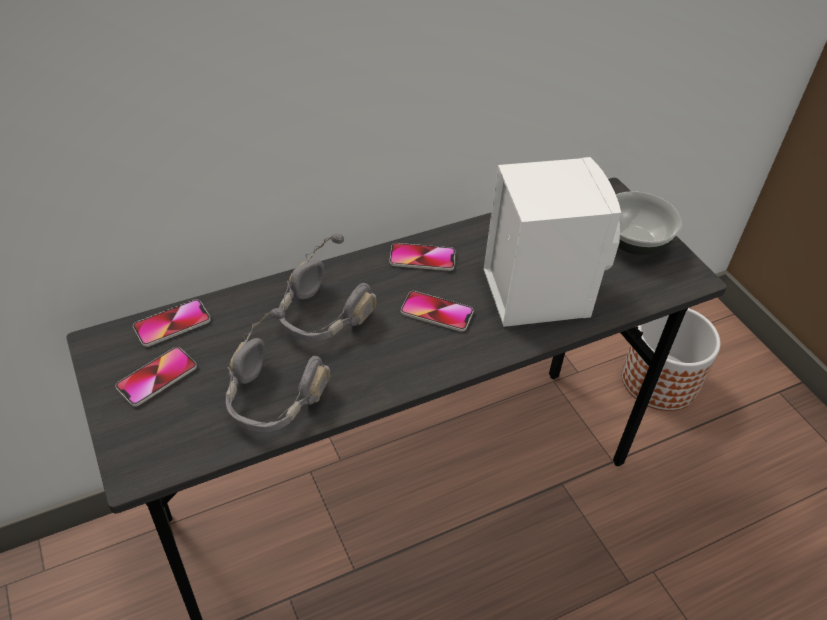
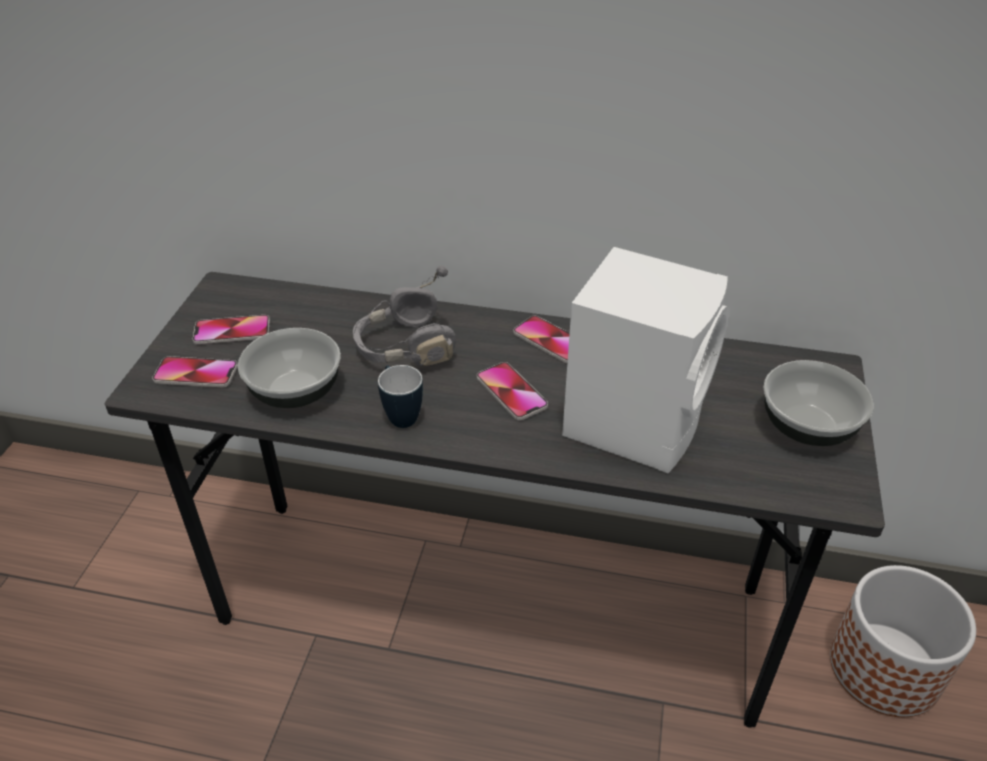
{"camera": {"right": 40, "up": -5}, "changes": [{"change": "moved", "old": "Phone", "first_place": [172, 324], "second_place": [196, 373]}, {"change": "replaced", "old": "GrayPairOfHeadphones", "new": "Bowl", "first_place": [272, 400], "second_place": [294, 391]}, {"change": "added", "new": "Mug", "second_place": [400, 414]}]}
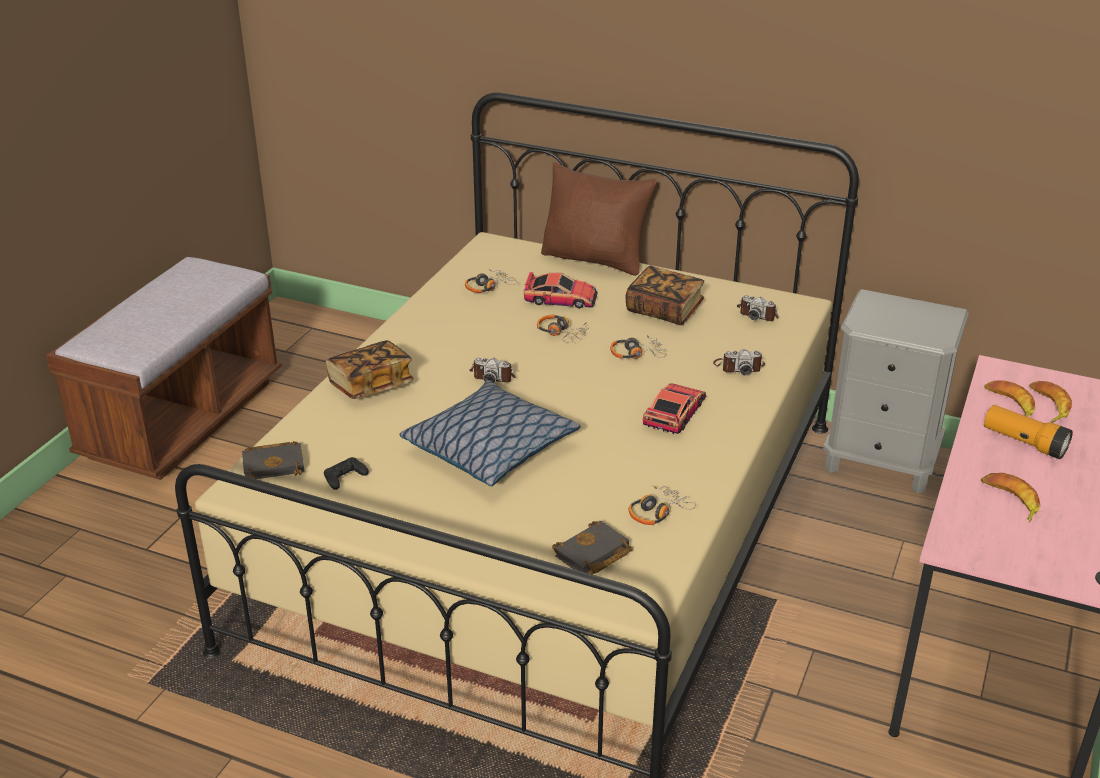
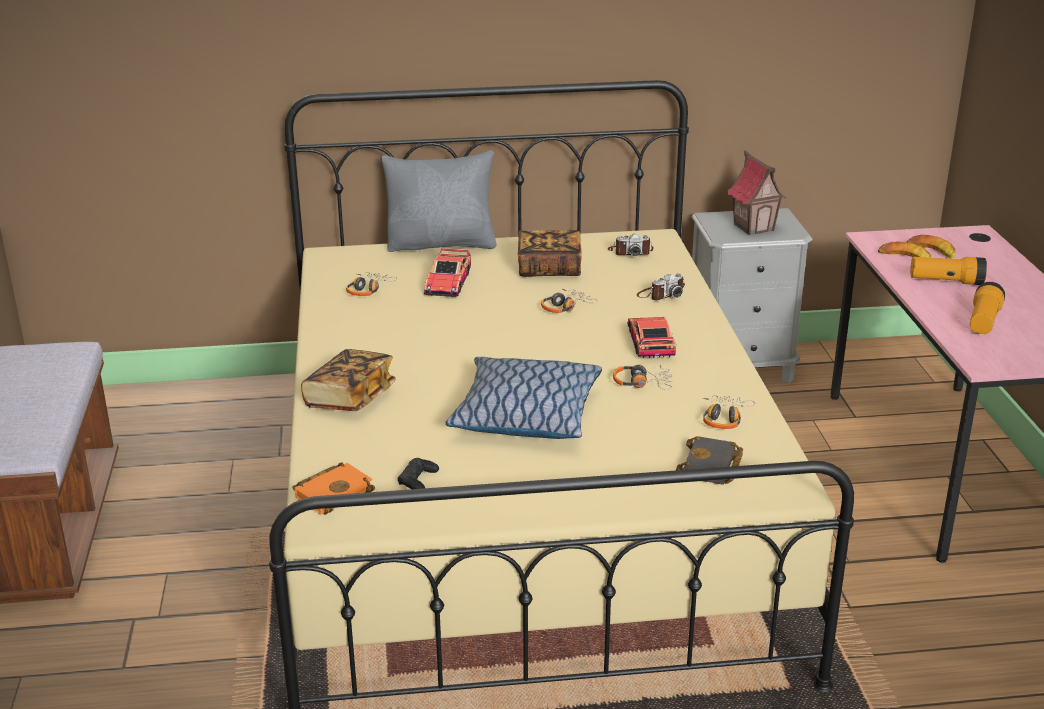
{"camera": {"right": -30, "up": -5}, "changes": [{"change": "recoloured", "old": "BrownThrowPillow", "new": "GrayThrowPillow", "first_place": [595, 259], "second_place": [442, 244]}, {"change": "turned", "old": "MiniatureCar", "first_place": [561, 299], "second_place": [448, 282], "degrees": 120}, {"change": "moved", "old": "PairOfHeadphones", "first_place": [561, 333], "second_place": [642, 383]}, {"change": "removed", "old": "StillCamera", "first_place": [493, 375]}, {"change": "recoloured", "old": "BlackishBoundBook", "new": "OrangeyBoundBook", "first_place": [275, 464], "second_place": [334, 492]}, {"change": "replaced", "old": "WholeBanana", "new": "Flashlight", "first_place": [1010, 500], "second_place": [983, 321]}, {"change": "added", "new": "ToyHouse", "second_place": [754, 227]}]}
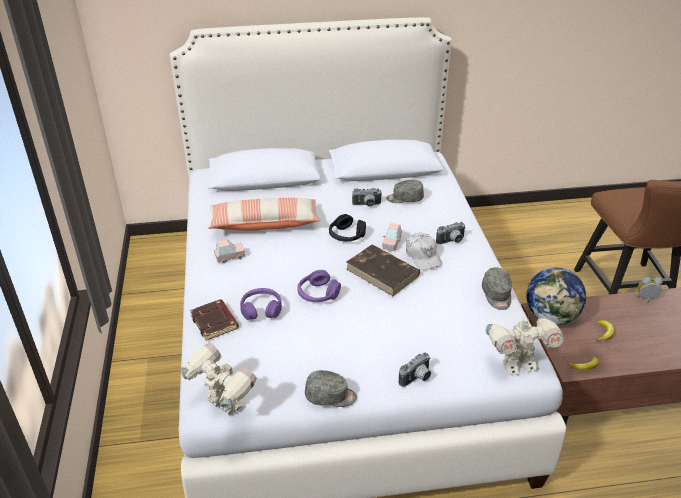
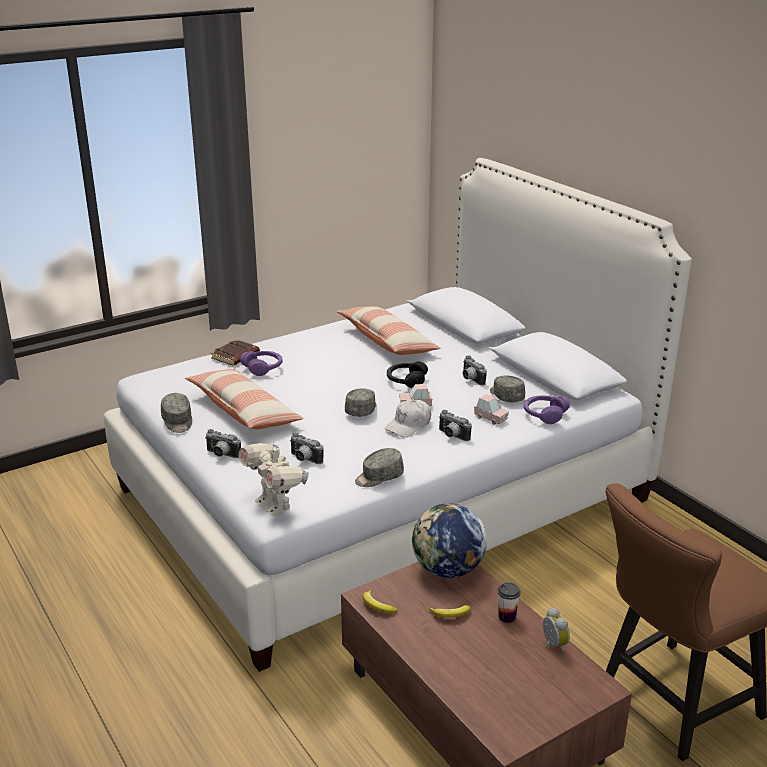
{"camera": {"right": 65, "up": -10}, "changes": [{"change": "moved", "old": "PinkishMiniatureCar", "first_place": [230, 257], "second_place": [490, 418]}, {"change": "replaced", "old": "BrownBoundBook", "new": "GrayCap", "first_place": [383, 272], "second_place": [362, 409]}, {"change": "moved", "old": "PurpleColouredPairOfHeadphones", "first_place": [317, 294], "second_place": [544, 414]}, {"change": "removed", "old": "ModelRobot", "first_place": [223, 405]}, {"change": "added", "new": "ThrowPillow", "second_place": [244, 411]}, {"change": "added", "new": "StillCamera", "second_place": [304, 459]}, {"change": "added", "new": "SmallCup", "second_place": [507, 617]}]}
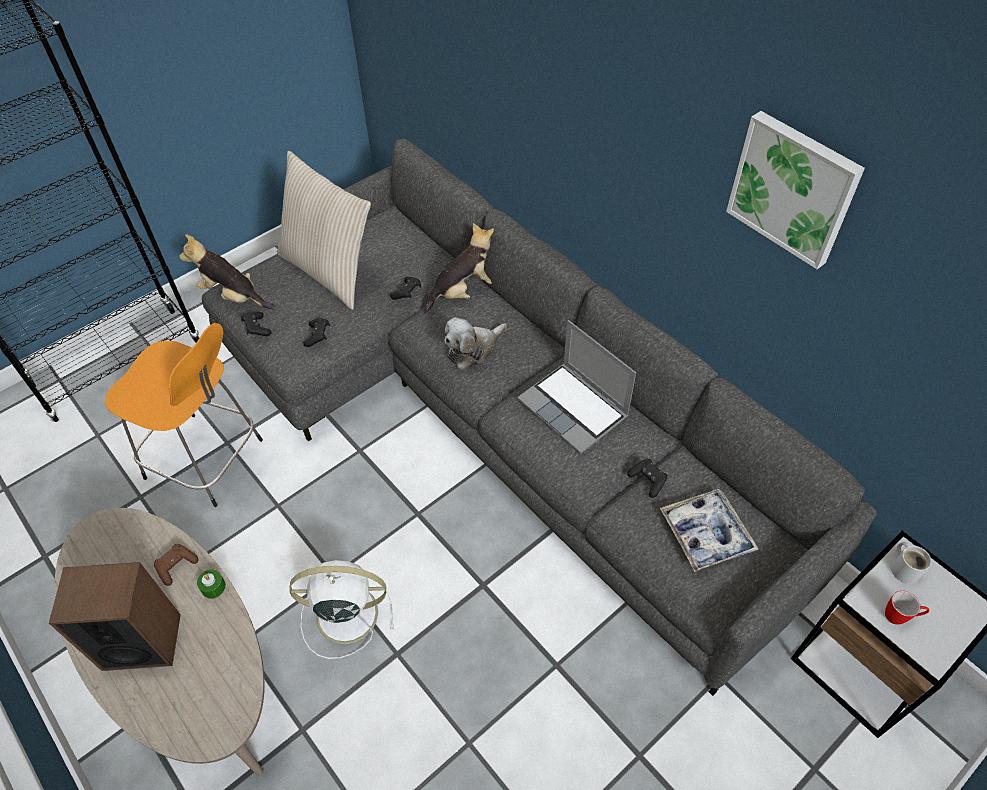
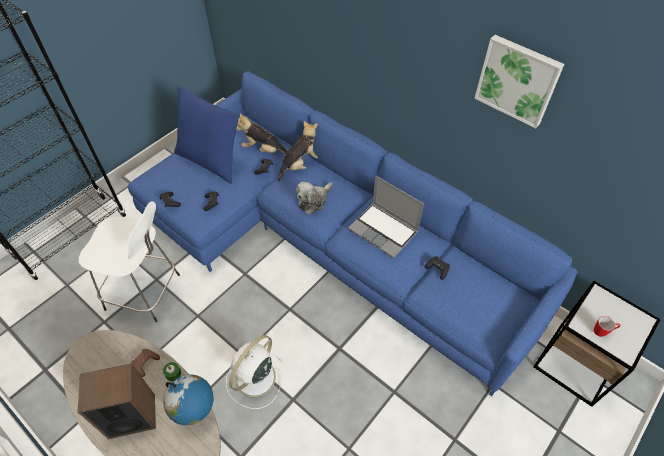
{"camera": {"right": -10, "up": 0}, "changes": [{"change": "recoloured", "old": "GraySettee", "new": "BlueColouredSettee", "first_place": [496, 417], "second_place": [328, 242]}, {"change": "recoloured", "old": "BeigeColouredThrowPillow", "new": "BlueColouredThrowPillow", "first_place": [329, 271], "second_place": [211, 160]}, {"change": "moved", "old": "PlushToy", "first_place": [233, 296], "second_place": [263, 150]}, {"change": "recoloured", "old": "OrangeySittingStool", "new": "WhiteSittingStool", "first_place": [208, 460], "second_place": [145, 292]}, {"change": "removed", "old": "ServingTray", "first_place": [706, 534]}, {"change": "removed", "old": "WhiteMug", "first_place": [904, 568]}, {"change": "turned", "old": "WhiteFan", "first_place": [344, 614], "second_place": [254, 379], "degrees": -45}, {"change": "added", "new": "Globe", "second_place": [195, 411]}]}
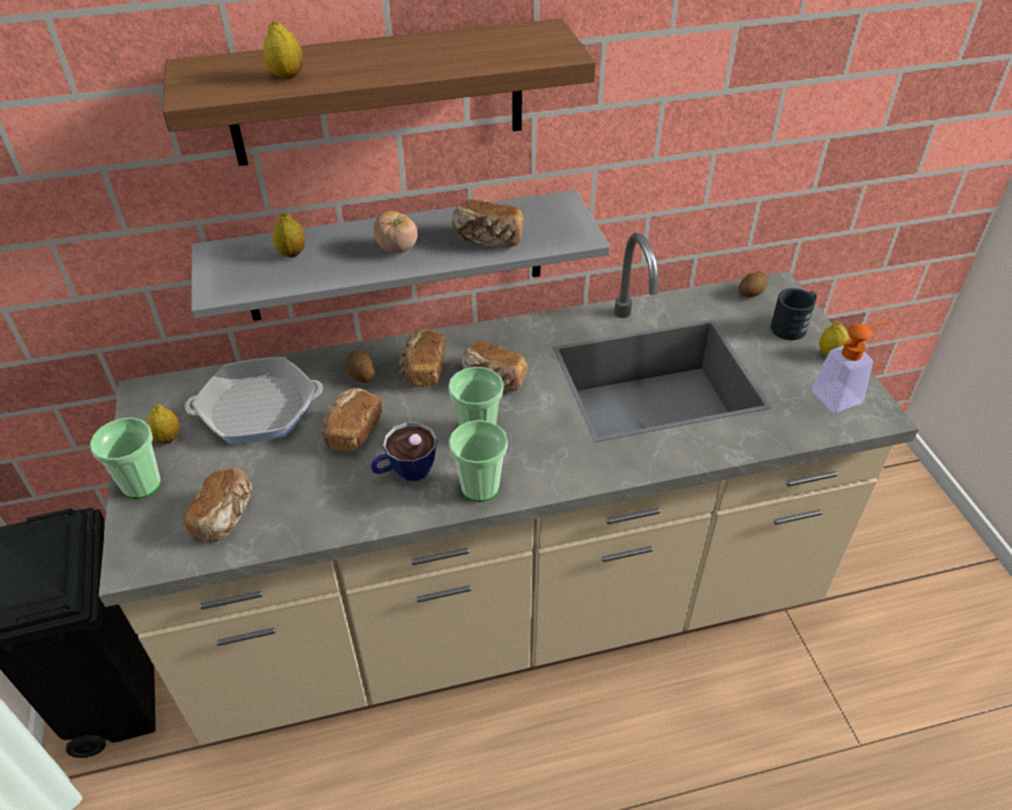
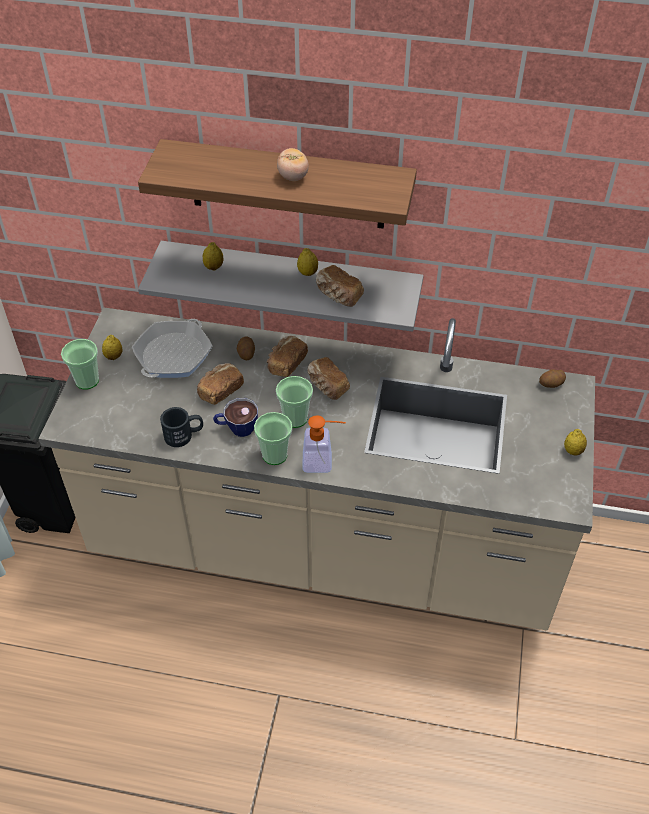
{"camera": {"right": 25, "up": 5}, "changes": [{"change": "moved", "old": "Lemon", "first_place": [287, 76], "second_place": [307, 273]}, {"change": "moved", "old": "WholeTomato", "first_place": [397, 248], "second_place": [293, 177]}, {"change": "moved", "old": "BlackishMug", "first_place": [793, 325], "second_place": [184, 435]}, {"change": "moved", "old": "SoapBottle", "first_place": [843, 395], "second_place": [323, 462]}, {"change": "turned", "old": "Pan", "first_place": [258, 408], "second_place": [173, 355], "degrees": -75}, {"change": "removed", "old": "BakedBread", "first_place": [226, 516]}]}
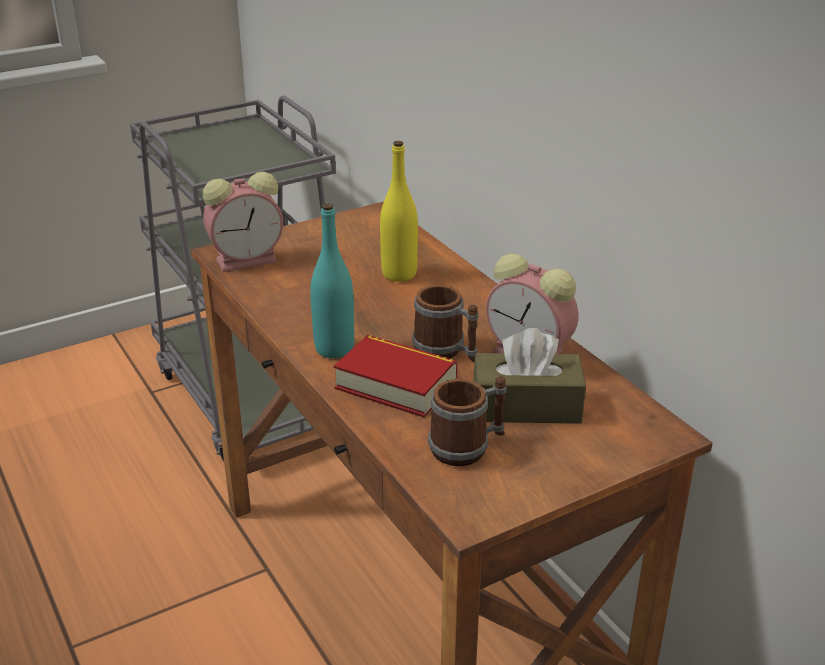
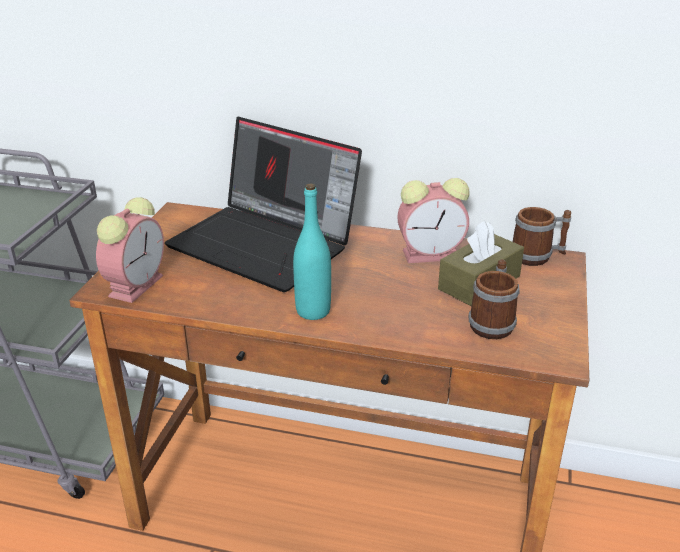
{"camera": {"right": -45, "up": 0}, "changes": [{"change": "replaced", "old": "YellowColouredBottle", "new": "Laptop", "first_place": [399, 274], "second_place": [267, 244]}, {"change": "moved", "old": "Mug", "first_place": [446, 351], "second_place": [538, 256]}, {"change": "removed", "old": "BoundBook", "first_place": [396, 384]}]}
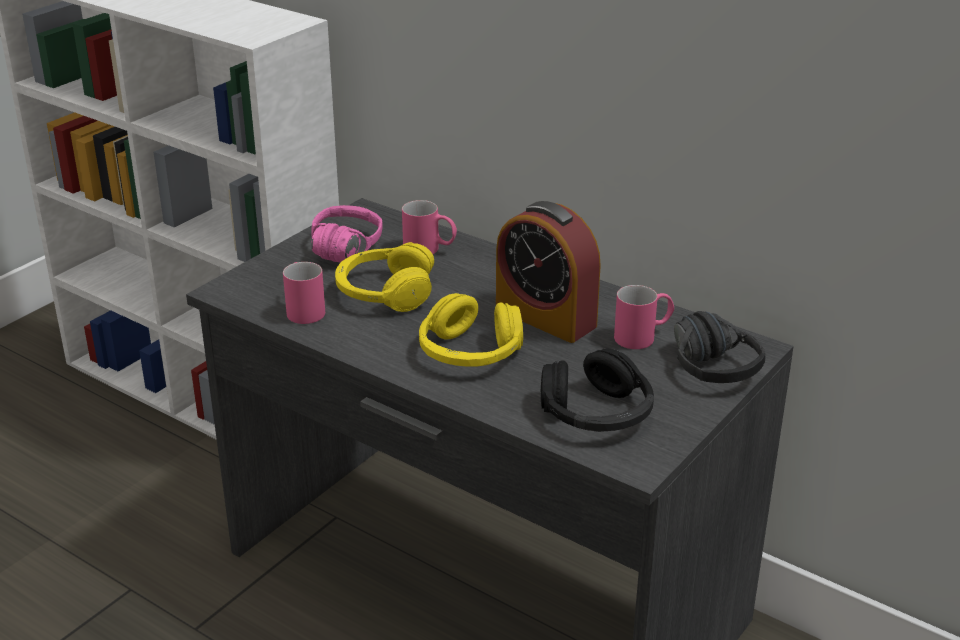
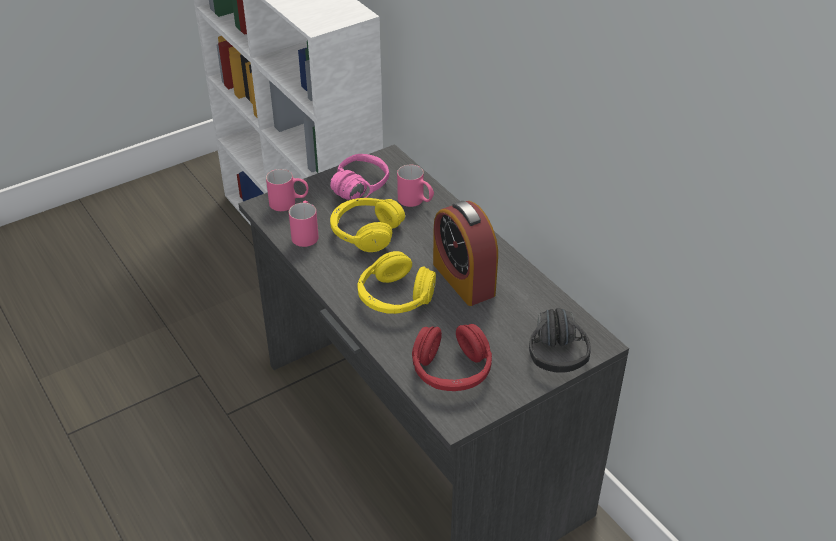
{"camera": {"right": 20, "up": 10}, "changes": [{"change": "moved", "old": "PinkishMug", "first_place": [643, 336], "second_place": [289, 203]}, {"change": "recoloured", "old": "BlackishPairOfHeadphones", "new": "RedColouredPairOfHeadphones", "first_place": [596, 414], "second_place": [451, 370]}]}
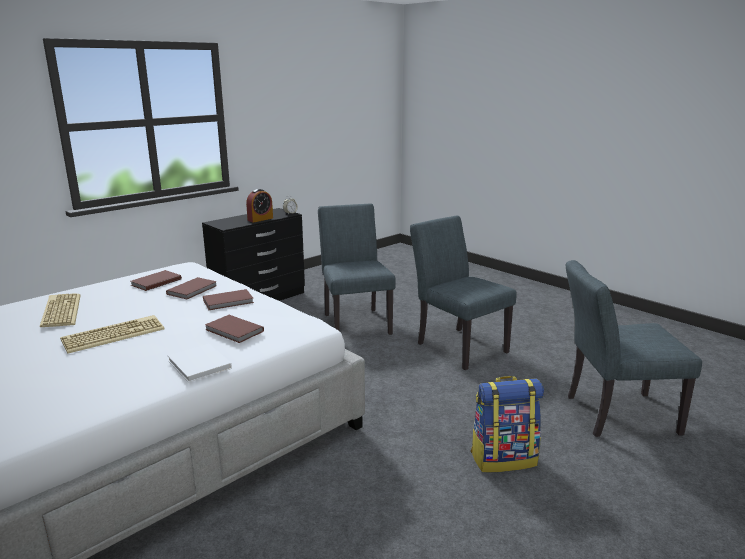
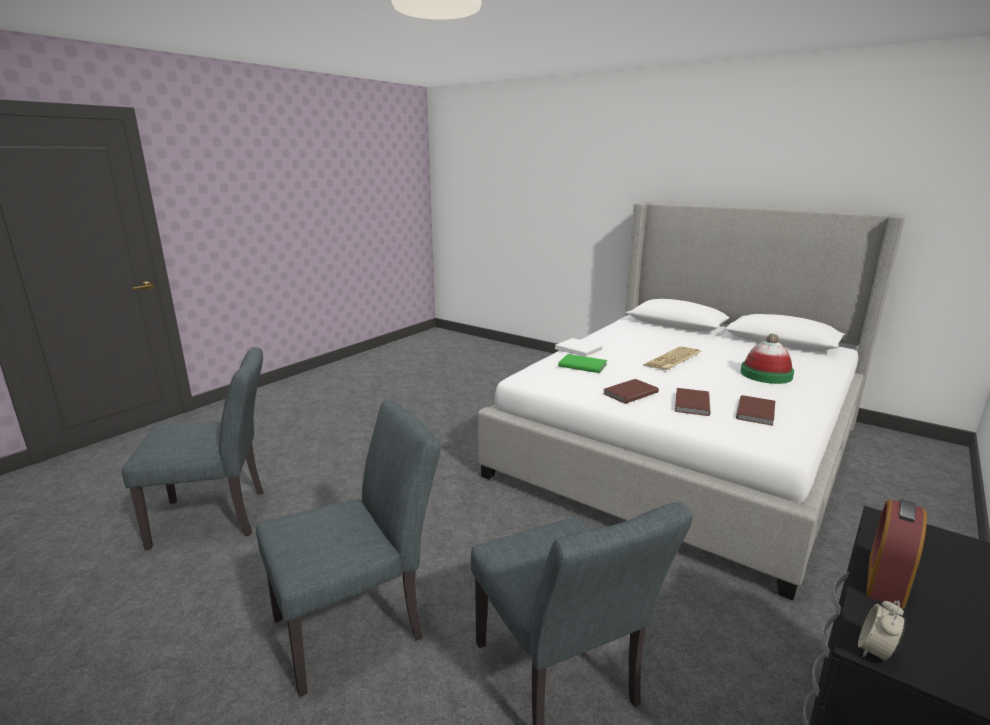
{"camera": {"right": 170, "up": 0}, "changes": [{"change": "turned", "old": "GrayPlainChair", "first_place": [457, 345], "second_place": [360, 624], "degrees": -75}, {"change": "replaced", "old": "PcKeyboard", "new": "ClothingHat", "first_place": [60, 311], "second_place": [766, 374]}, {"change": "recoloured", "old": "BrownBoundBook", "new": "GreenishBoundBook", "first_place": [234, 331], "second_place": [582, 365]}, {"change": "removed", "old": "Rucksack", "first_place": [503, 458]}]}
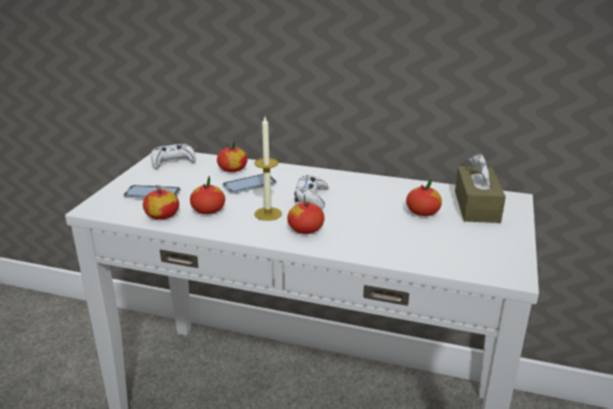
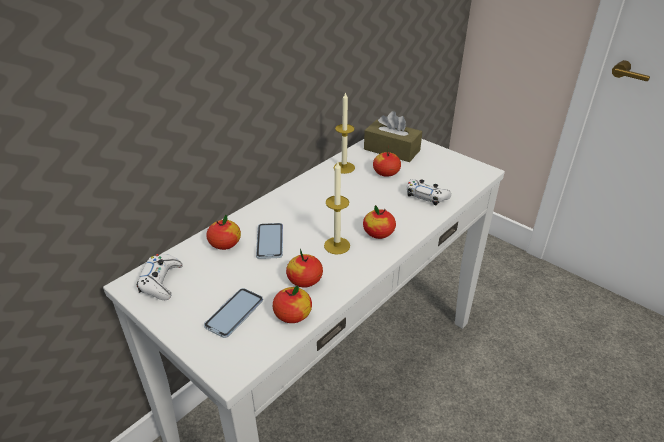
{"camera": {"right": -65, "up": 10}, "changes": [{"change": "moved", "old": "WhiteGameController", "first_place": [311, 198], "second_place": [426, 196]}, {"change": "added", "new": "WaxLight", "second_place": [344, 167]}]}
